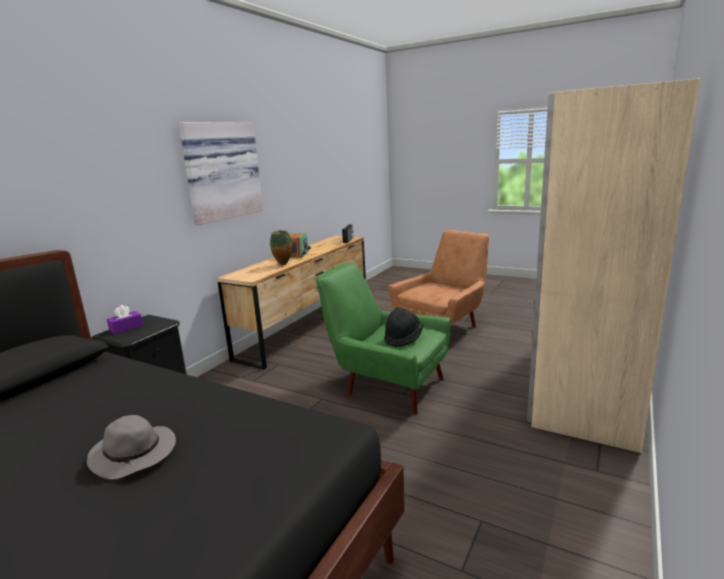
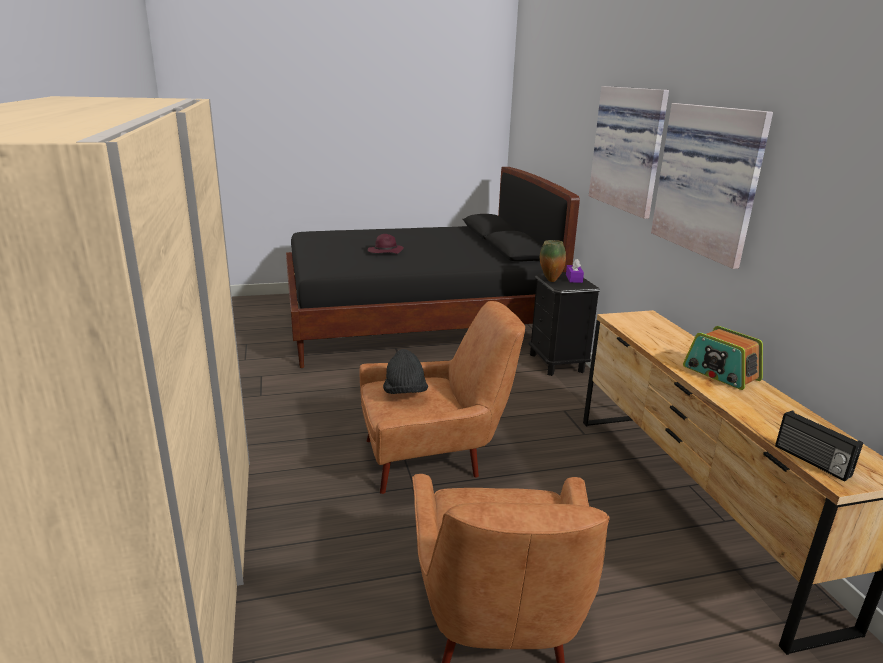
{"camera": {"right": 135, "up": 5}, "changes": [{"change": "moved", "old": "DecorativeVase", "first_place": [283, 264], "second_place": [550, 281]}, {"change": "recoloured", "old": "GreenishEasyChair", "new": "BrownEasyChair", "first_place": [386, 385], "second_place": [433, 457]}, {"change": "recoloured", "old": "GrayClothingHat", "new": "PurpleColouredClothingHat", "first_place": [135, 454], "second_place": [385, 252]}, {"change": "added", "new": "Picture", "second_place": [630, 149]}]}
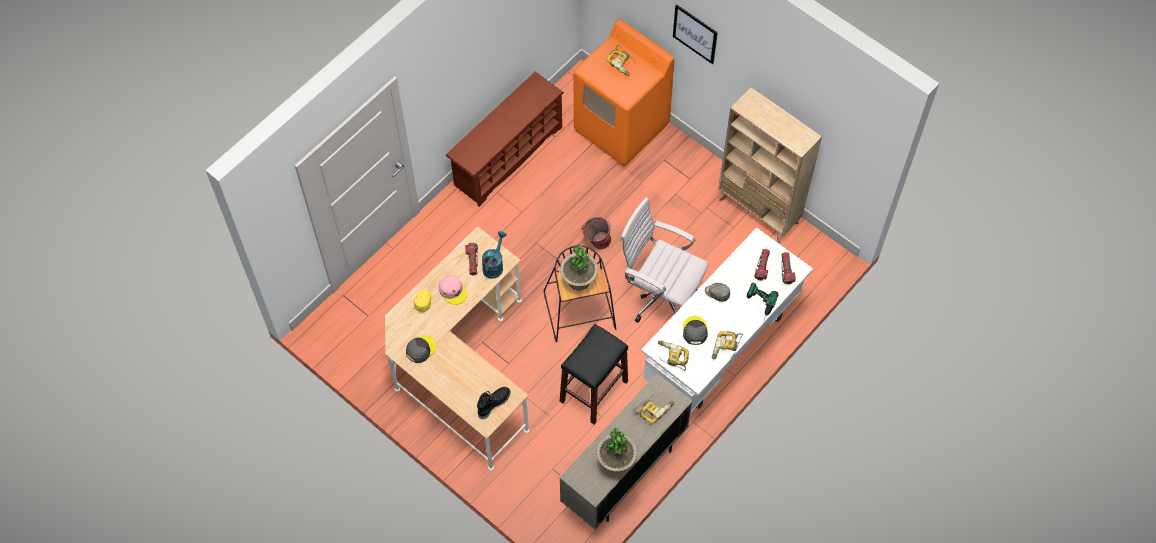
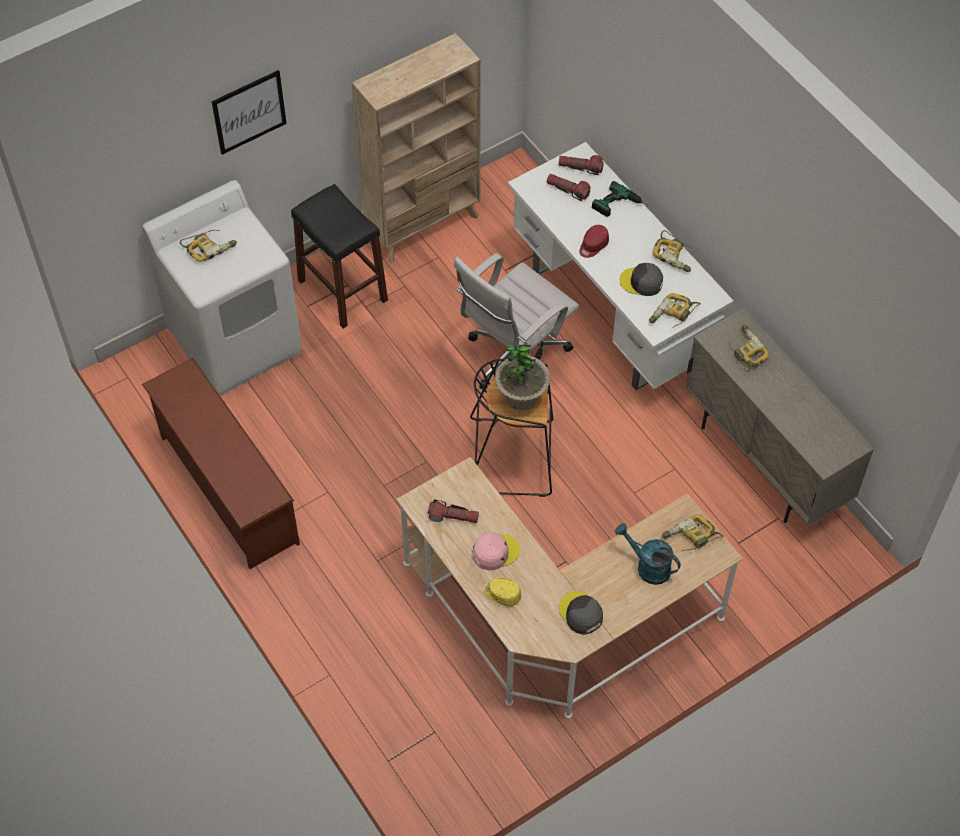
{"camera": {"right": -75, "up": -5}, "changes": [{"change": "recoloured", "old": "OrangeyLaundryMachine", "new": "WhiteLaundryMachine", "first_place": [621, 127], "second_place": [236, 341]}, {"change": "removed", "old": "Pail", "first_place": [596, 242]}, {"change": "moved", "old": "TurquoiseSprinklingCan", "first_place": [494, 265], "second_place": [647, 566]}, {"change": "recoloured", "old": "GrayCap", "new": "RedColouredCap", "first_place": [717, 293], "second_place": [593, 246]}, {"change": "moved", "old": "BlackishSittingStool", "first_place": [594, 391], "second_place": [342, 290]}, {"change": "replaced", "old": "BlackishBoot", "new": "PowerDrill", "first_place": [493, 403], "second_place": [690, 538]}, {"change": "removed", "old": "PlantInAPot", "first_place": [616, 462]}]}
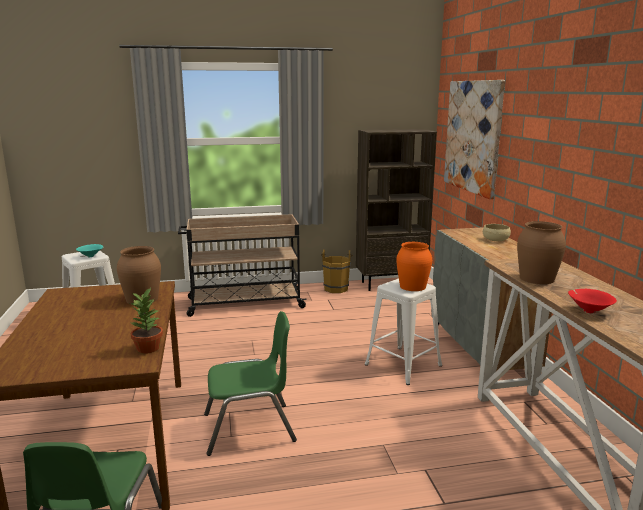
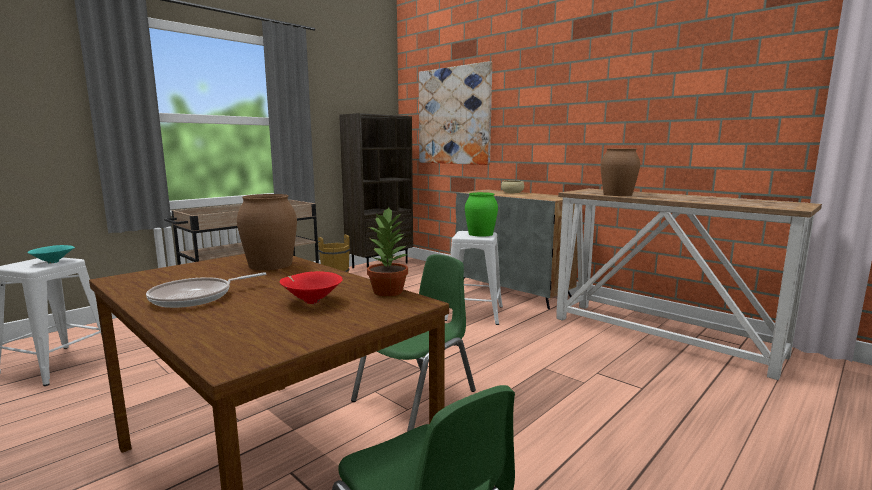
{"camera": {"right": -35, "up": -5}, "changes": [{"change": "recoloured", "old": "OrangeyDecorativeVase", "new": "GreenishDecorativeVase", "first_place": [412, 286], "second_place": [480, 234]}, {"change": "moved", "old": "RedColouredBowl", "first_place": [588, 311], "second_place": [311, 301]}, {"change": "added", "new": "Pan", "second_place": [196, 297]}]}
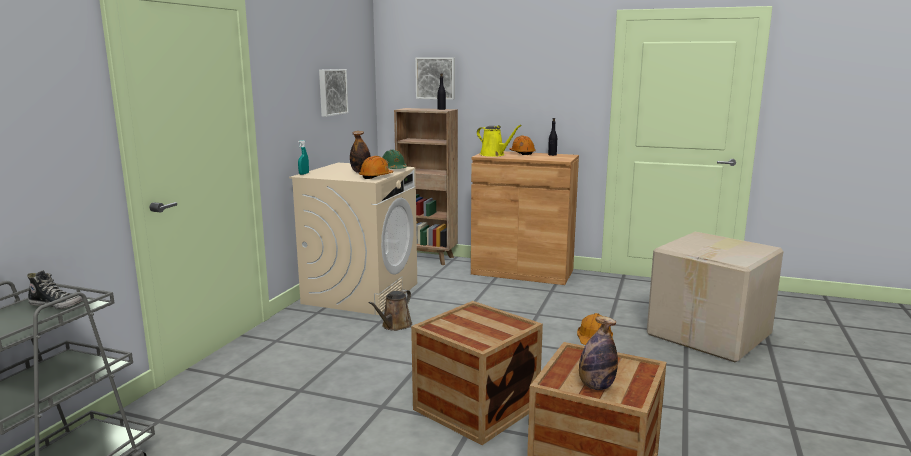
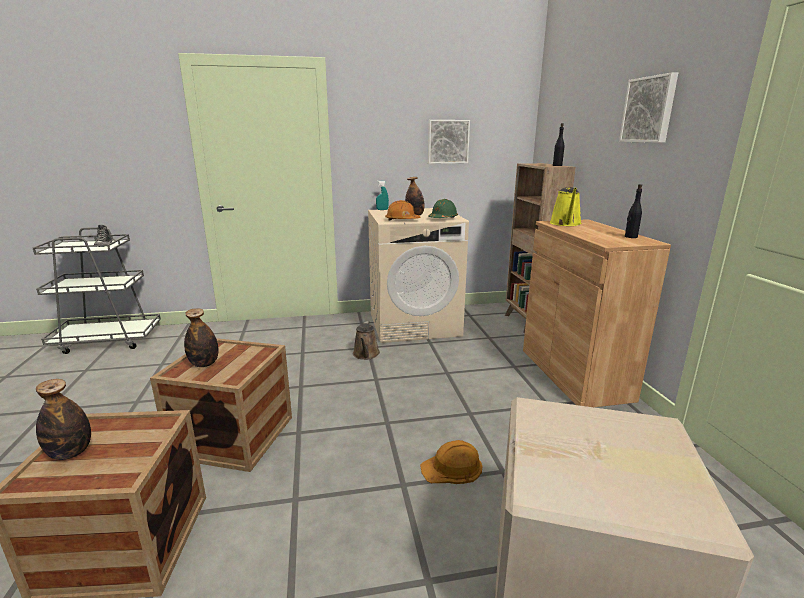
{"camera": {"right": 60, "up": 5}, "changes": [{"change": "moved", "old": "Picture", "first_place": [436, 78], "second_place": [649, 110]}, {"change": "removed", "old": "OrangeySafetyHelmet", "first_place": [522, 153]}, {"change": "turned", "old": "BrownSprinklingCan", "first_place": [395, 326], "second_place": [366, 355], "degrees": -90}, {"change": "added", "new": "Bottle", "second_place": [204, 364]}]}
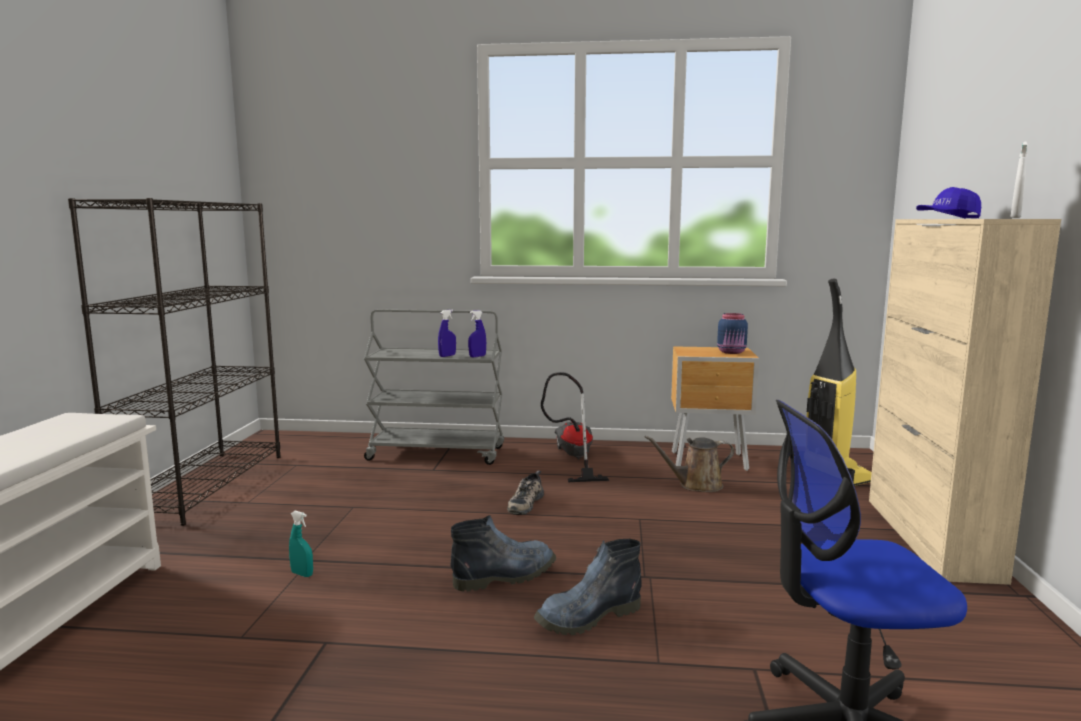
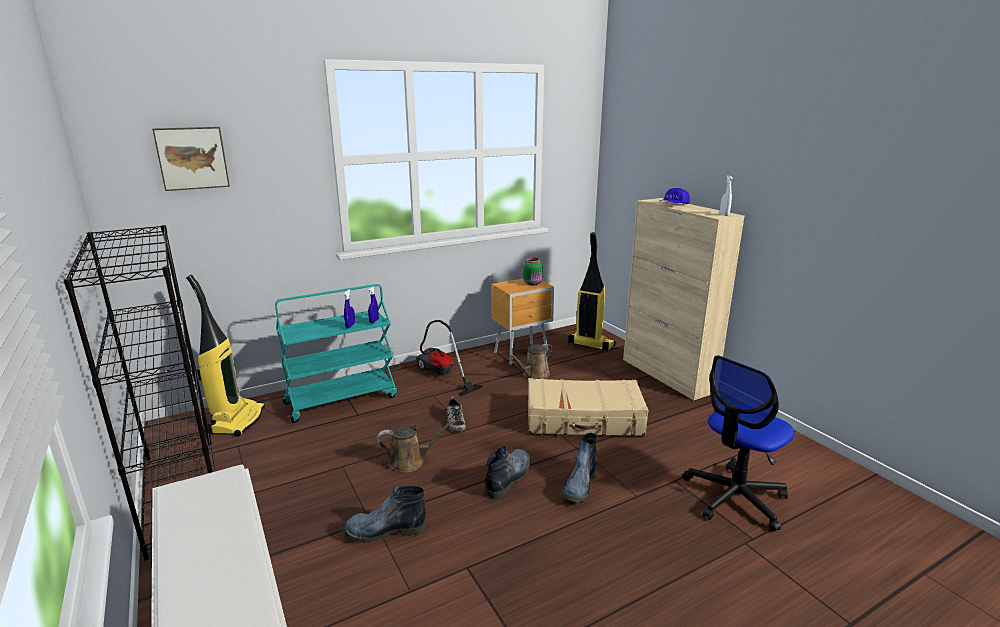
{"camera": {"right": -35, "up": 10}, "changes": [{"change": "recoloured", "old": "GrayCart", "new": "TurquoiseCart", "first_place": [437, 453], "second_place": [342, 399]}, {"change": "recoloured", "old": "BlueColouredStorageJar", "new": "GreenishStorageJar", "first_place": [732, 352], "second_place": [533, 283]}, {"change": "replaced", "old": "TurquoiseSprayer", "new": "Boot", "first_place": [302, 574], "second_place": [384, 531]}, {"change": "added", "new": "Picture", "second_place": [192, 158]}, {"change": "added", "new": "VacuumCleaner", "second_place": [237, 420]}, {"change": "added", "new": "BeigeColouredPieceOfLuggage", "second_place": [584, 419]}, {"change": "added", "new": "BrownSprinklingCan", "second_place": [410, 461]}]}
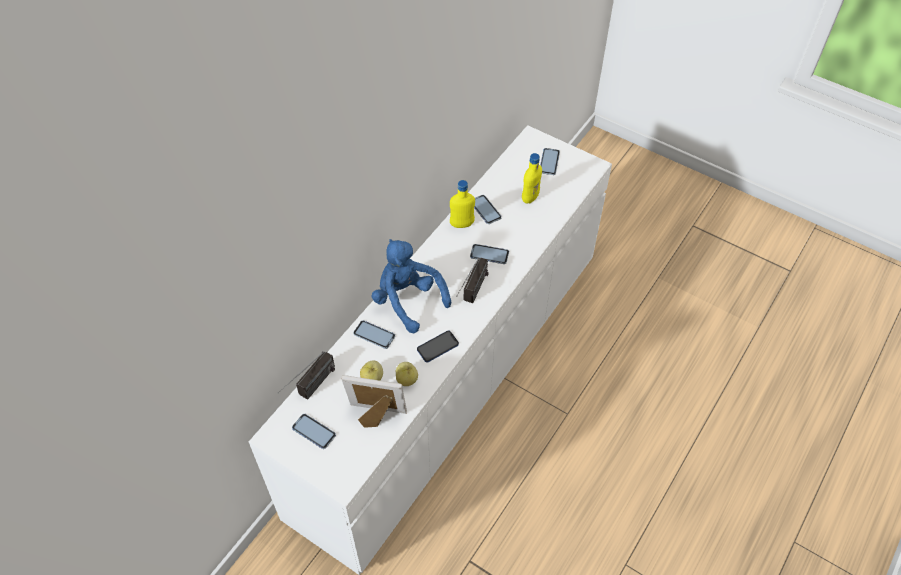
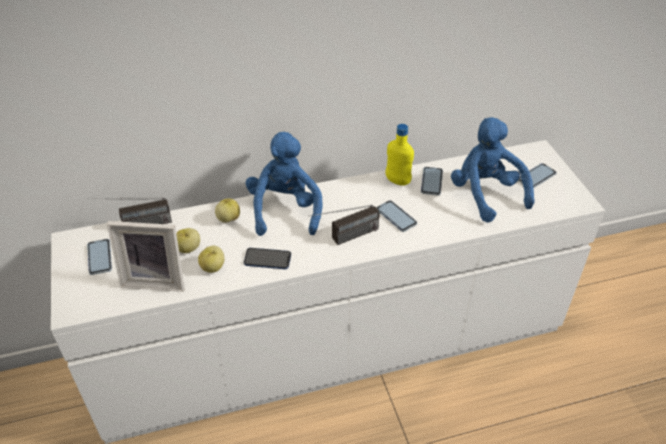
{"camera": {"right": 40, "up": -10}, "changes": [{"change": "replaced", "old": "YellowColouredBottle", "new": "BlueColouredPlushToy", "first_place": [530, 197], "second_place": [486, 194]}, {"change": "replaced", "old": "Phone", "new": "WholeApple", "first_place": [374, 335], "second_place": [228, 219]}, {"change": "turned", "old": "PhotoFrame", "first_place": [376, 417], "second_place": [155, 279], "degrees": 135}]}
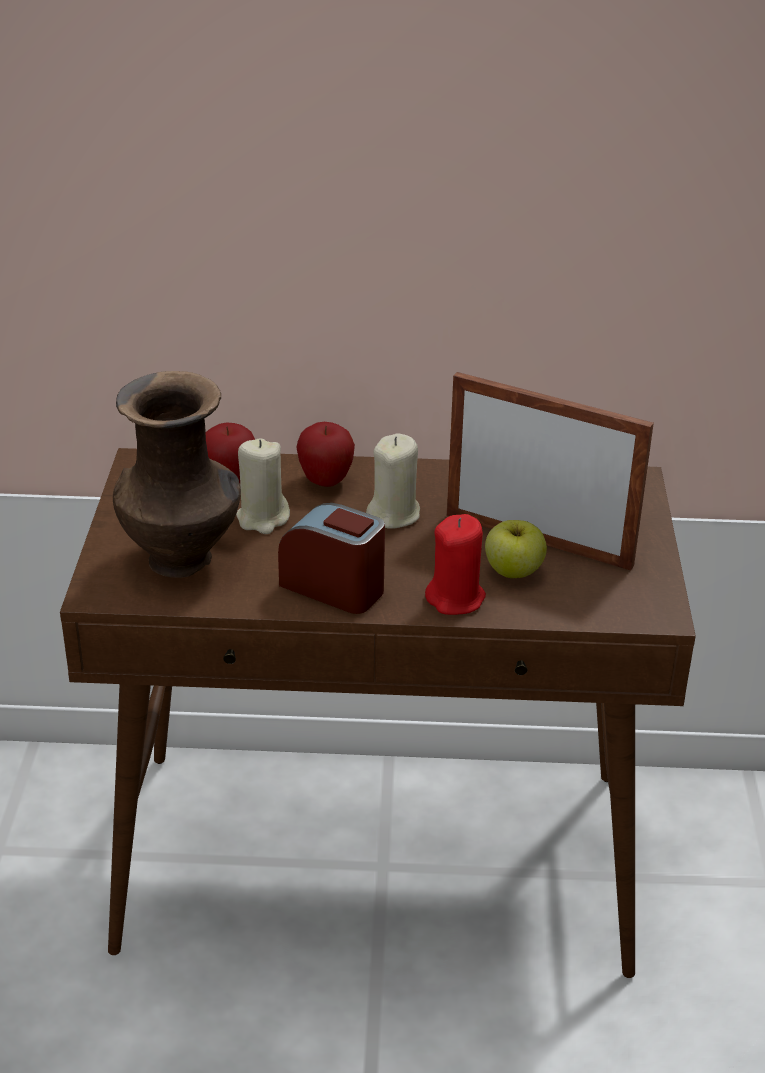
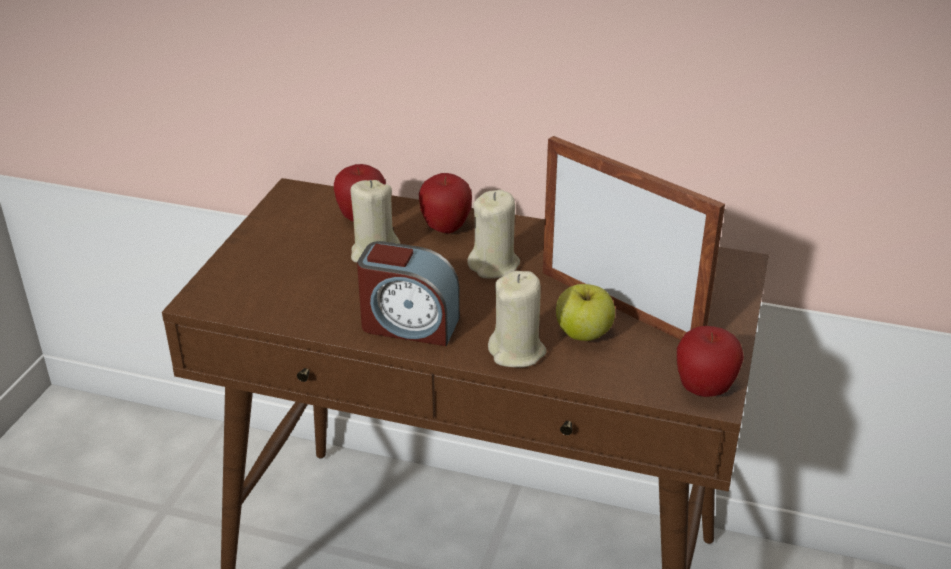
{"camera": {"right": 15, "up": 0}, "changes": [{"change": "removed", "old": "BrownDecorativeVase", "first_place": [183, 560]}, {"change": "turned", "old": "AlarmClock", "first_place": [334, 587], "second_place": [409, 325], "degrees": 150}, {"change": "recoloured", "old": "RedColouredWaxLight", "new": "BeigeColouredWaxLight", "first_place": [456, 599], "second_place": [517, 352]}, {"change": "added", "new": "WholeApple", "second_place": [704, 390]}]}
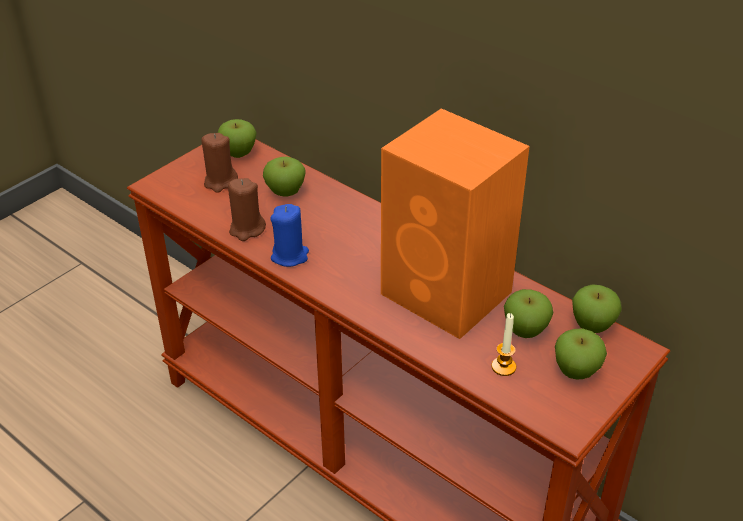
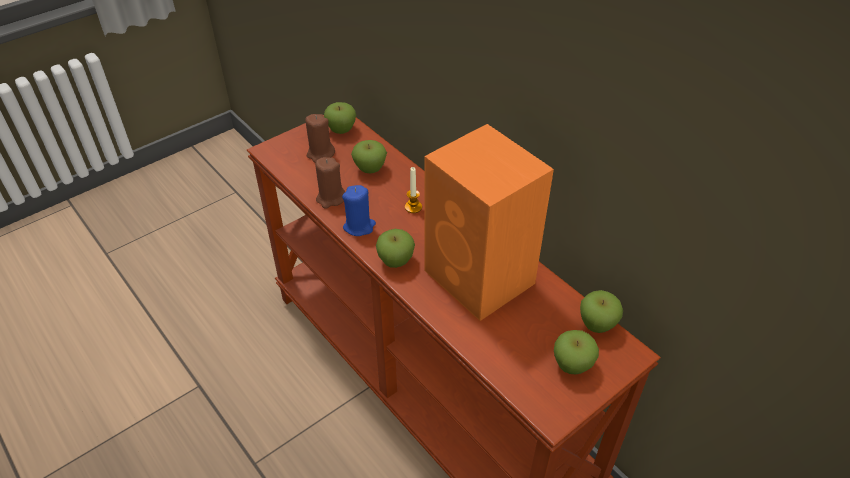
{"camera": {"right": 10, "up": 5}, "changes": [{"change": "moved", "old": "WholeApple", "first_place": [525, 330], "second_place": [395, 261]}, {"change": "moved", "old": "WaxLight", "first_place": [503, 367], "second_place": [413, 207]}]}
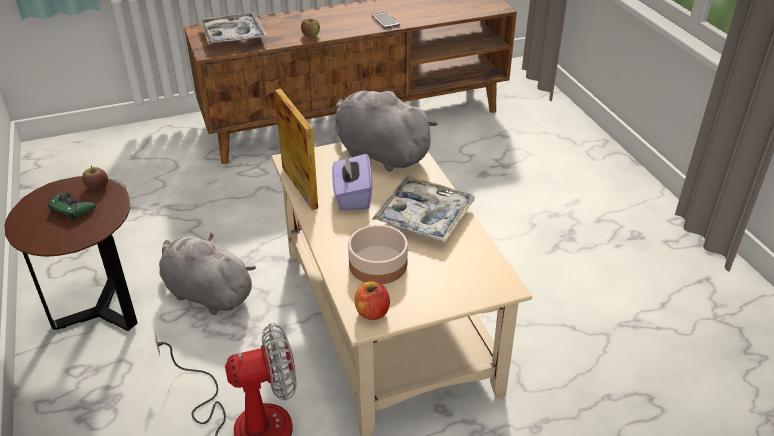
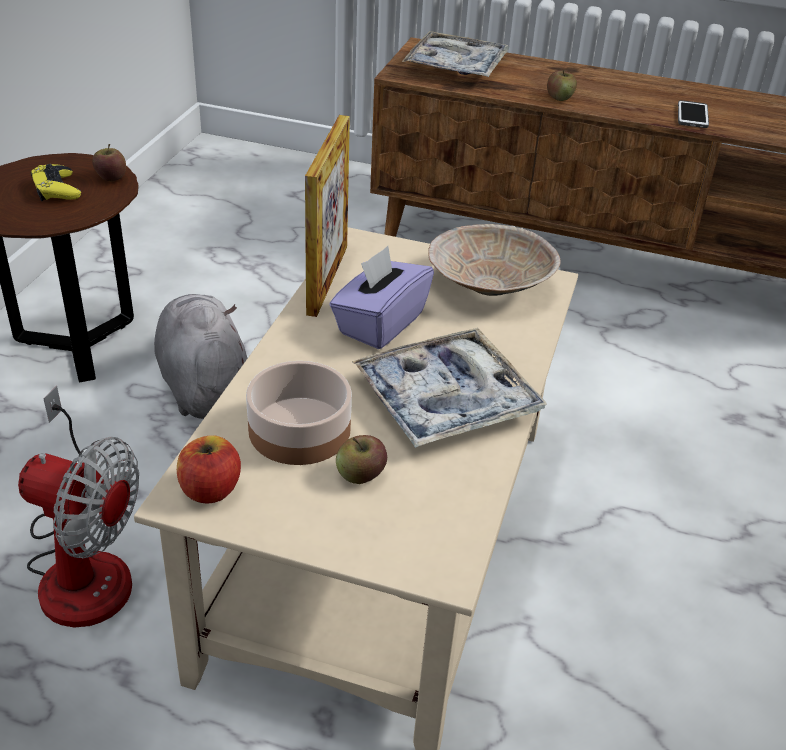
{"camera": {"right": 35, "up": 0}, "changes": [{"change": "replaced", "old": "GrayPlushToy", "new": "BeigeColouredBowl", "first_place": [379, 153], "second_place": [487, 285]}, {"change": "recoloured", "old": "GreenishGameController", "new": "YellowColouredGameController", "first_place": [72, 209], "second_place": [56, 189]}, {"change": "added", "new": "WholeApple", "second_place": [361, 475]}]}
